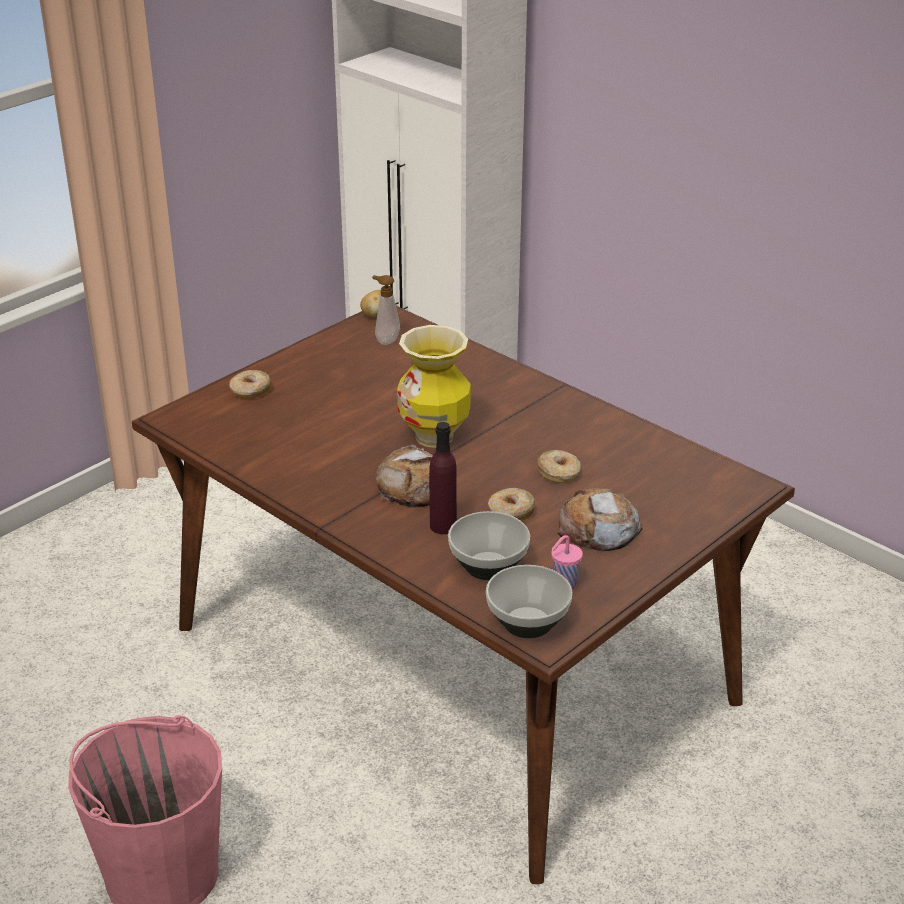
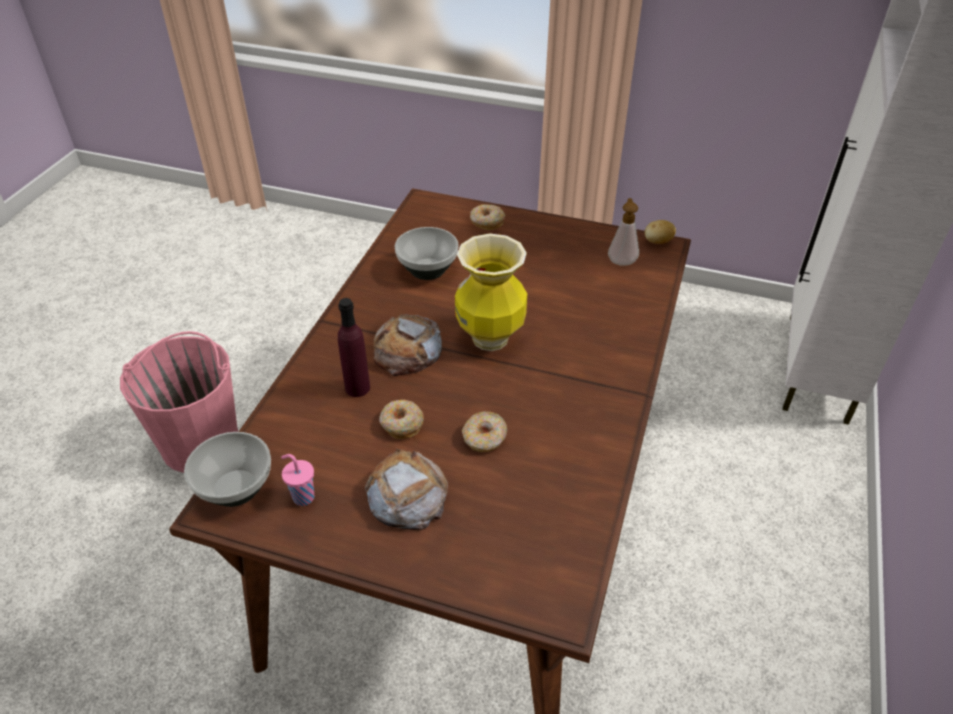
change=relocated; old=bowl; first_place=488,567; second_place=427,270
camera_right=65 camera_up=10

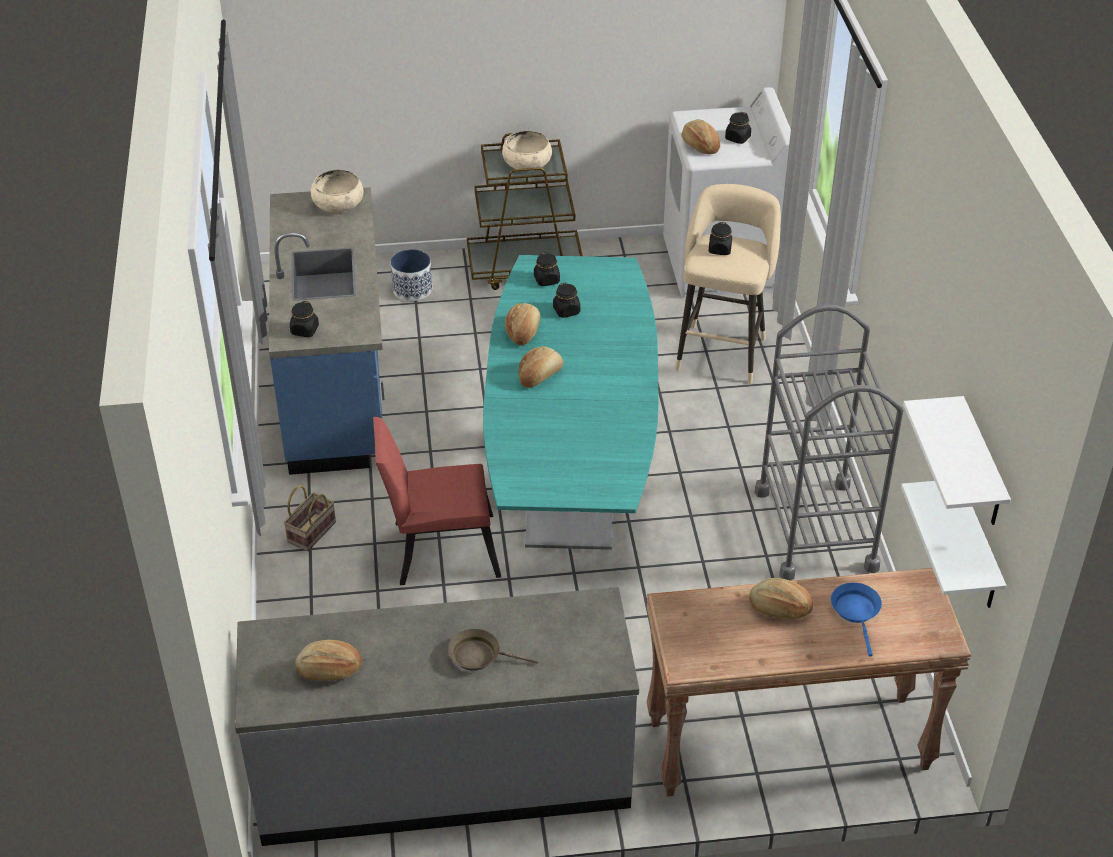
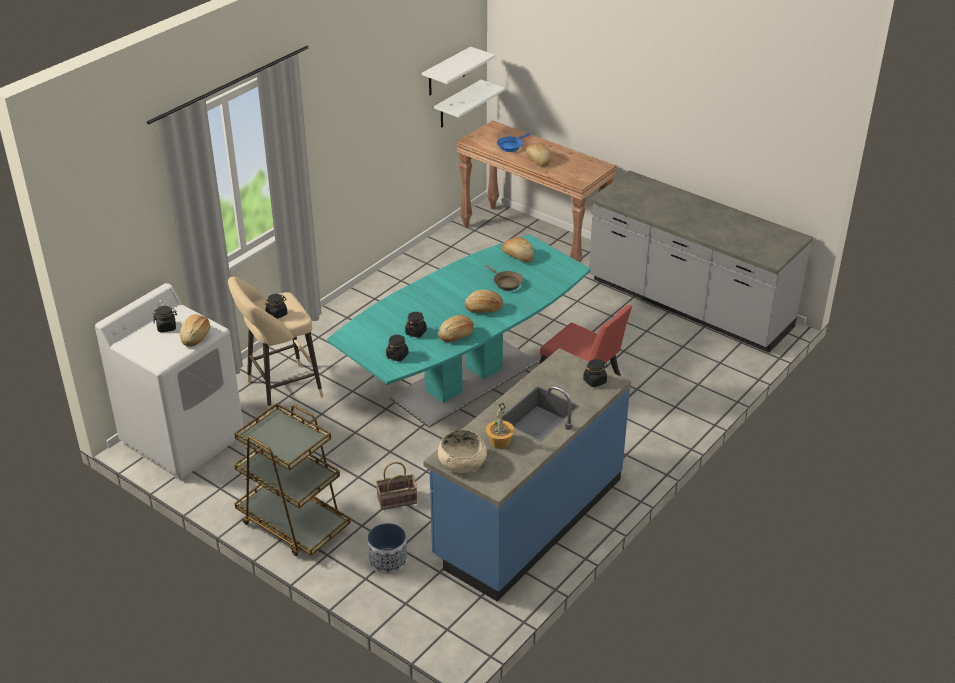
change=relocated; old=basket; first_place=311,531; second_place=396,501
change=relocated; old=bread; first_place=329,670; second_place=518,256
change=relocated; old=frying pan in brown; first_place=479,656; second_place=506,283
change=missing; old=bowl in beige; first_place=527,162
change=missing; old=cart in grey; first_place=815,529
change=appeared; new=potted plant; second_place=499,441
camera_right=-135 camera_up=-5

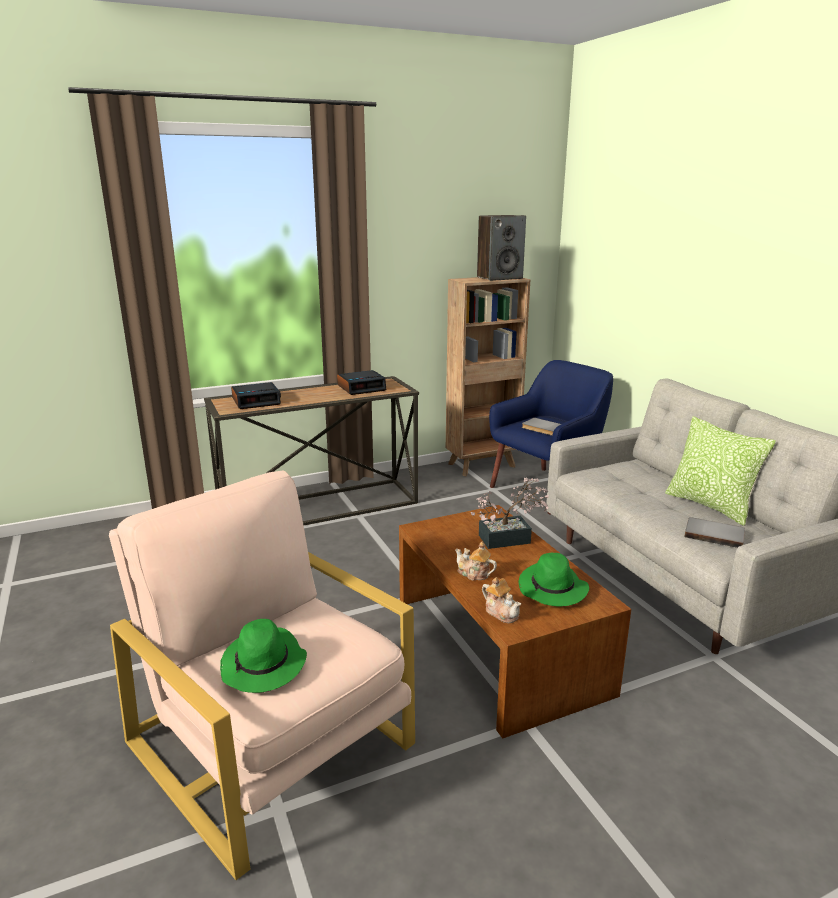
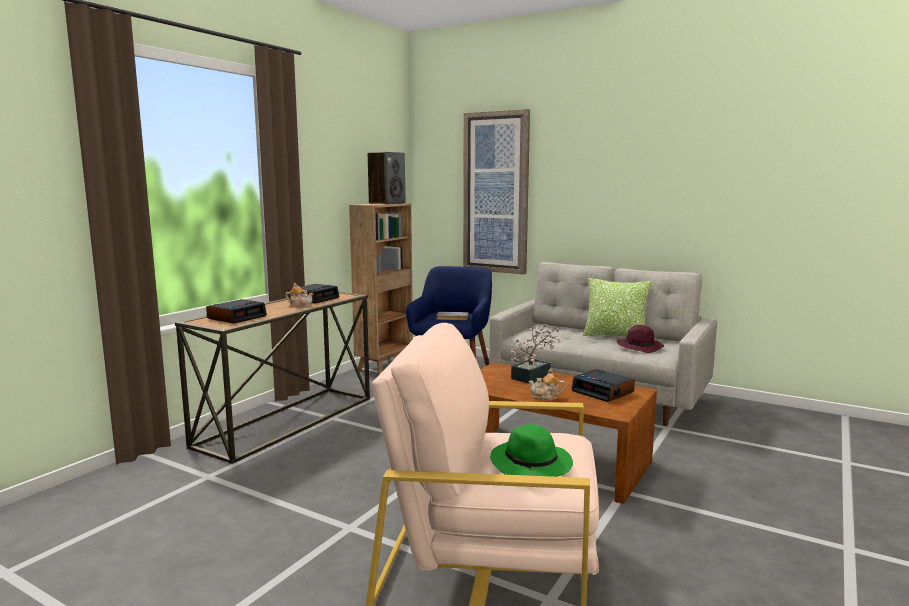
change=relocated; old=teapot; first_place=501,612; second_place=300,305
change=exchanged; old=hat in green; new=alarm clock; first_place=553,589; second_place=603,392
change=exchanged; old=book in grey; new=hat in purple; first_place=714,534; second_place=640,347
change=appeared; new=picture; second_place=496,193
camera_right=-35 camera_up=-10

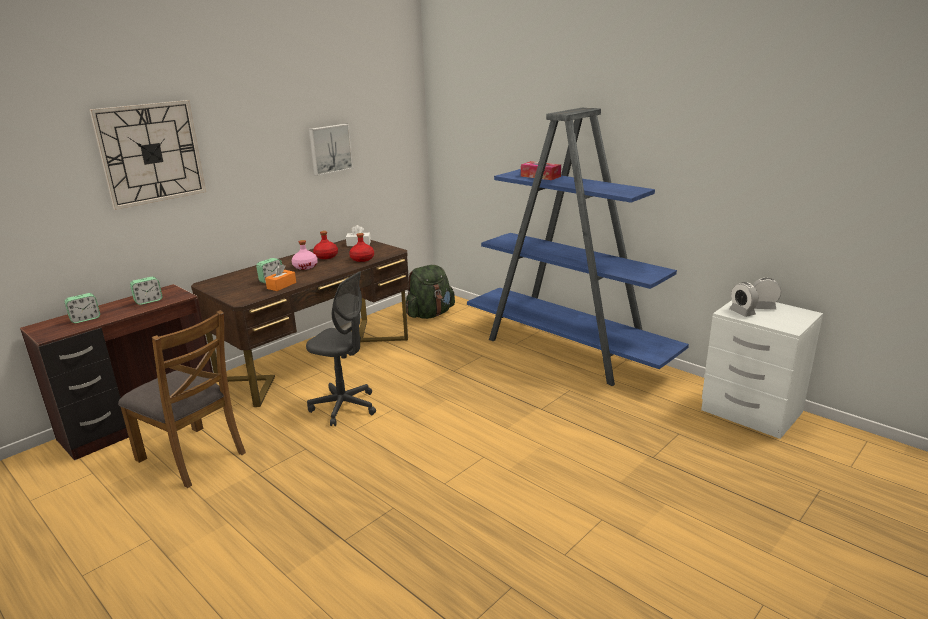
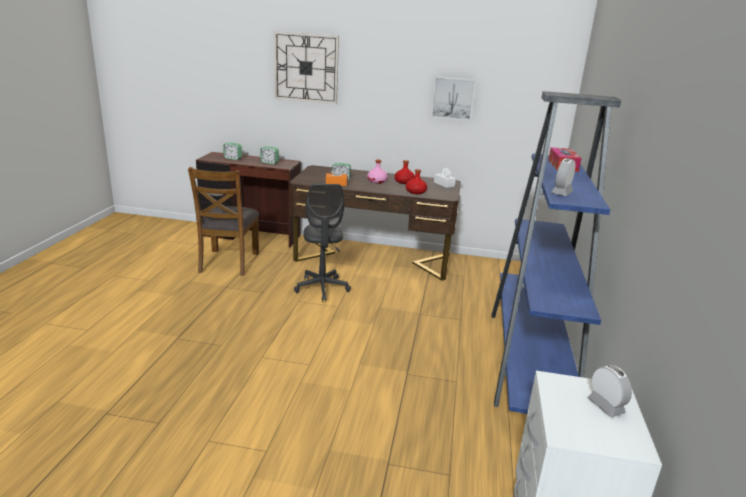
change=missing; old=backpack in green; first_place=430,314
change=relocated; old=alarm clock; first_place=742,312; second_place=561,192
camera_right=55 camera_up=0

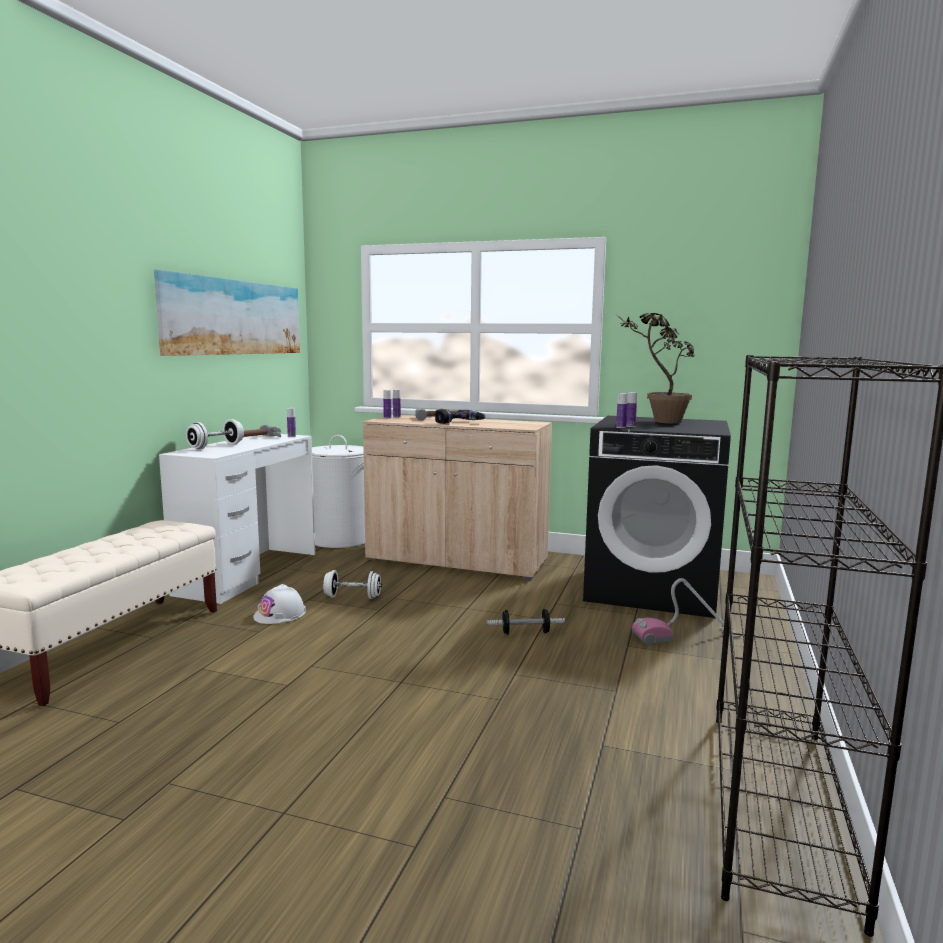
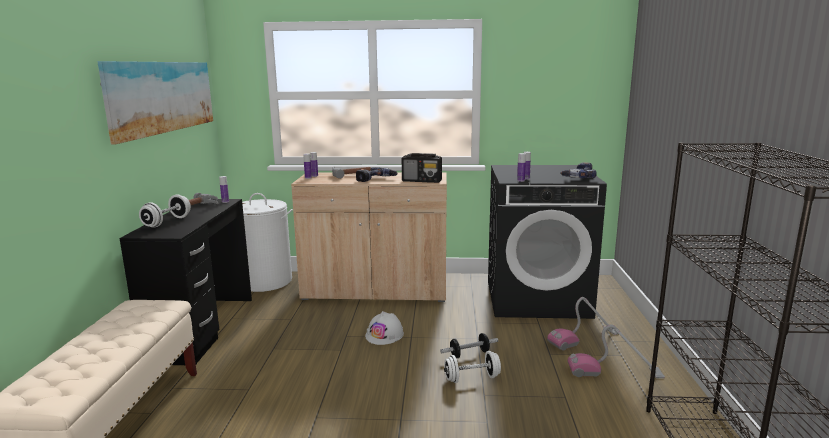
change=colour; old=desk in white; new=desk in black; first_place=248,573; second_place=202,328
change=relocated; old=hard hat in white; first_place=280,614; second_place=384,335
change=relocated; old=dumbbell in white; first_place=352,597; second_place=472,378
change=missing; old=potted plant; first_place=658,421
change=appeared; new=radio; second_place=422,181
change=appeared; new=power drill; second_place=578,177
change=appeared; new=vacuum cleaner; second_place=614,372
camera_right=-15 camera_up=5

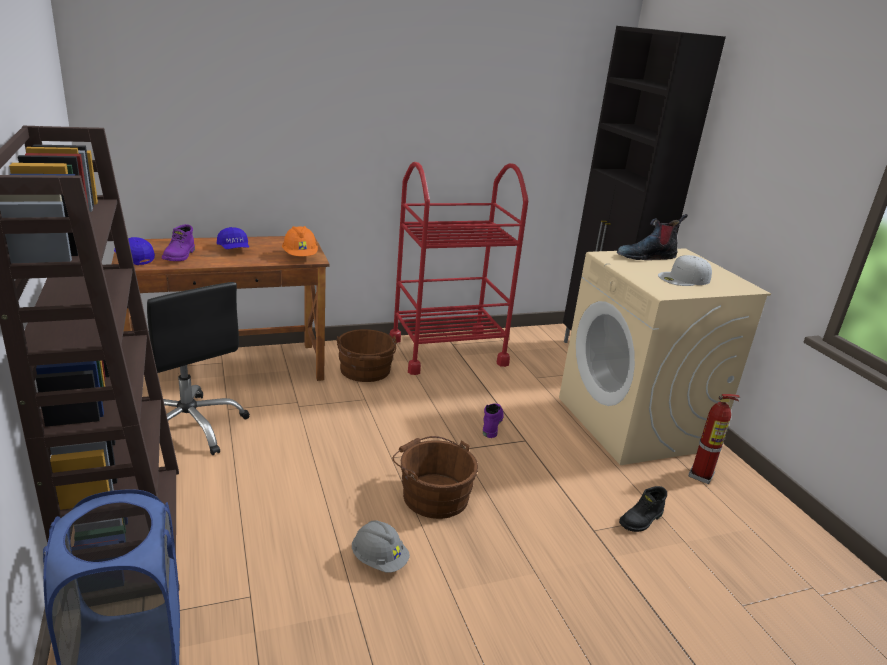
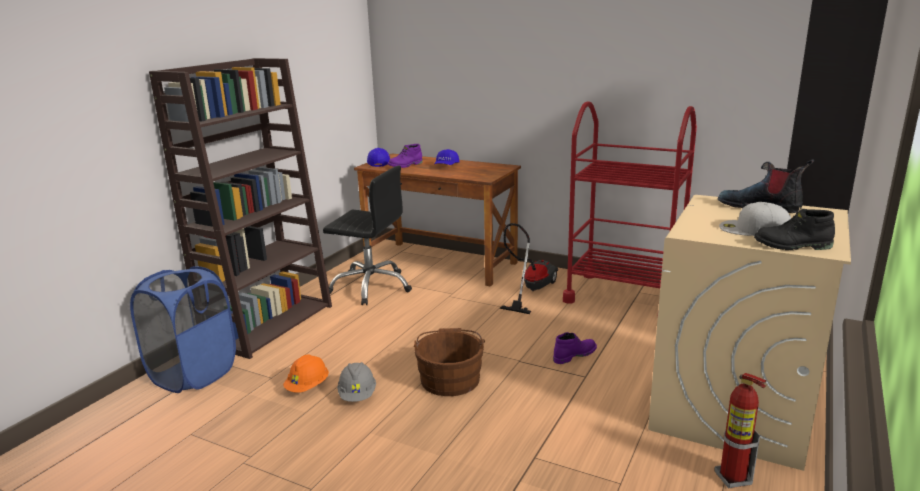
change=spun; old=office chair in black; first_place=189,427; second_place=371,286; degrees=-75
change=relocated; old=hard hat in orange; first_place=300,256; second_place=308,387
change=exchanged; old=bucket in brown; new=vacuum cleaner; first_place=365,371; second_place=530,290
change=relocated; old=boot in black; first_place=641,520; second_place=792,246
camera_right=50 camera_up=-5

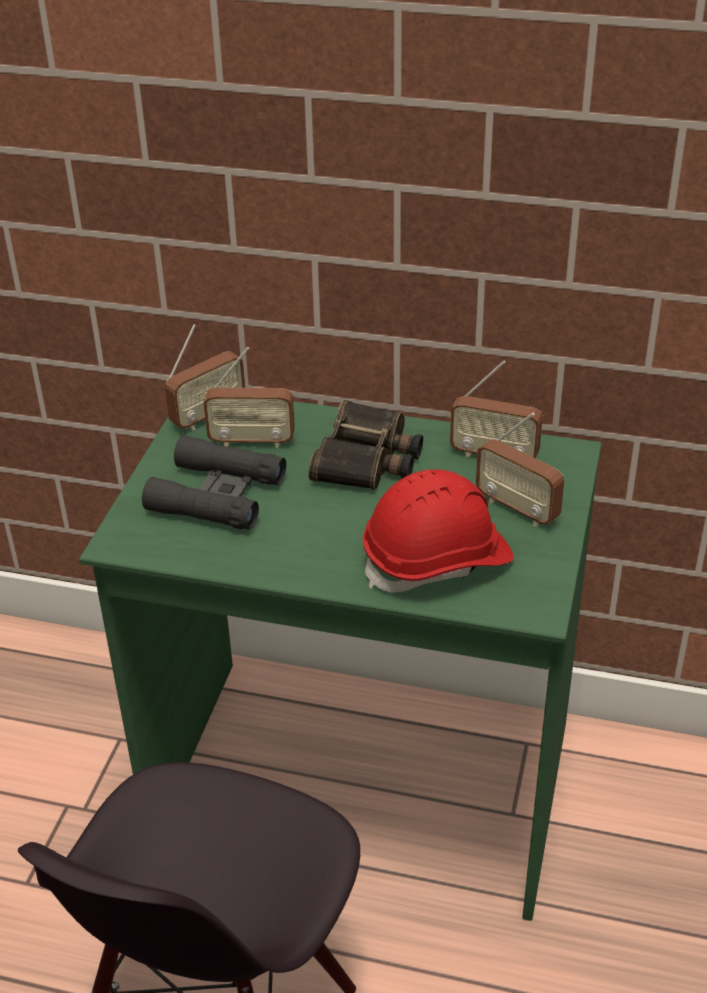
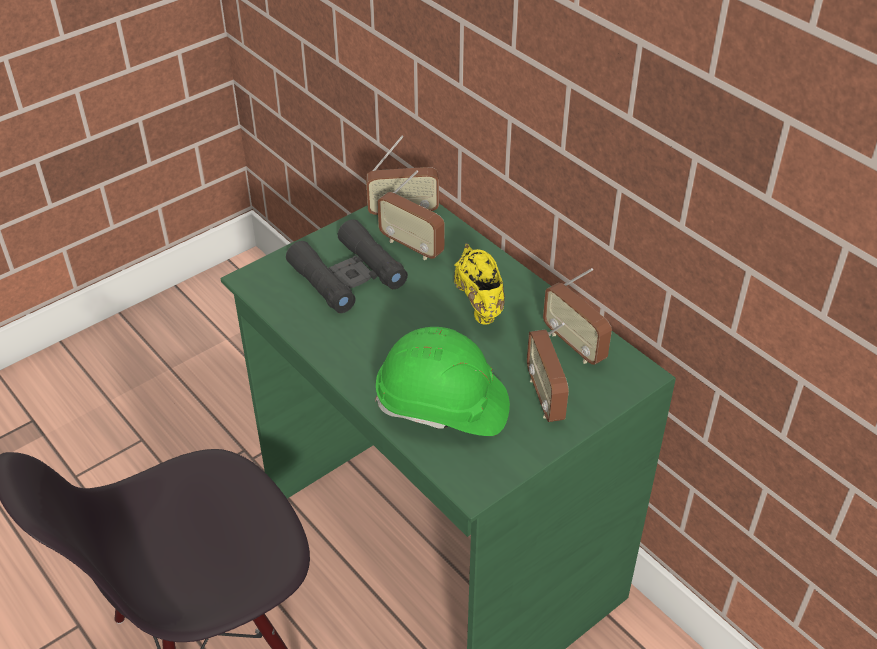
change=exchanged; old=binoculars; new=shoe in yellow; first_place=368,459; second_place=477,301
change=colour; old=hard hat in red; new=hard hat in green; first_place=437,561; second_place=442,406
camera_right=35 camera_up=5

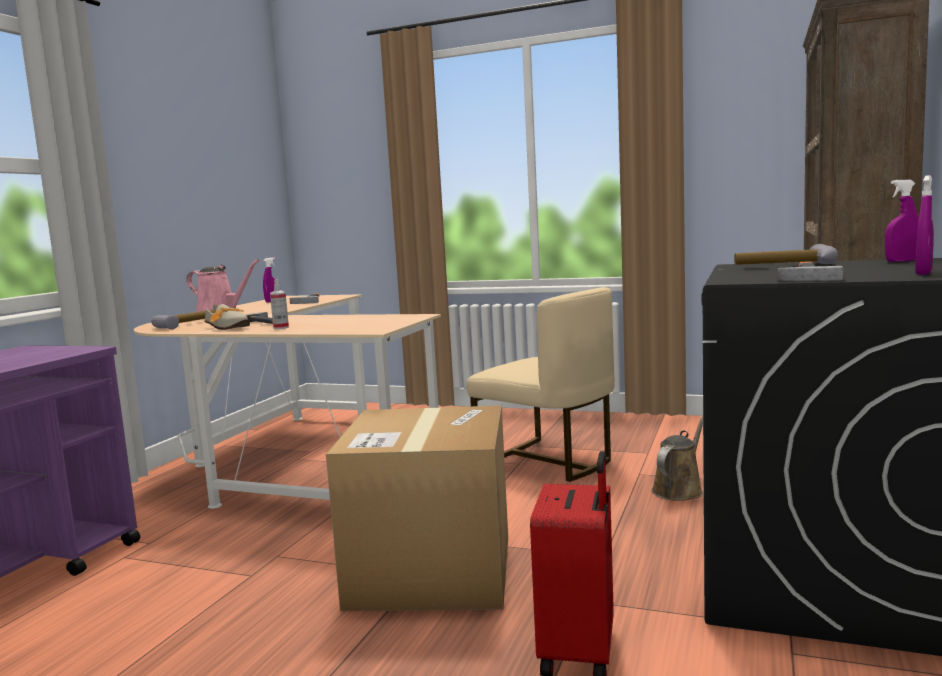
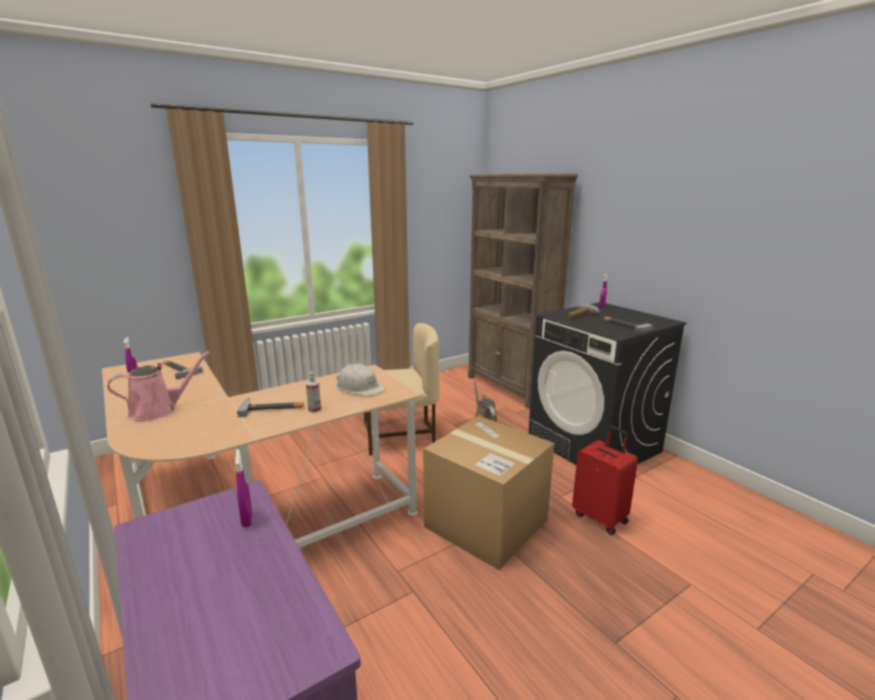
change=missing; old=hammer; first_place=184,324
change=missing; old=shoe; first_place=228,327
change=relocated; old=spray bottle in purple; first_place=923,273; second_place=247,519
change=appeared; new=hard hat in white; second_place=359,388
camera_right=-55 camera_up=10

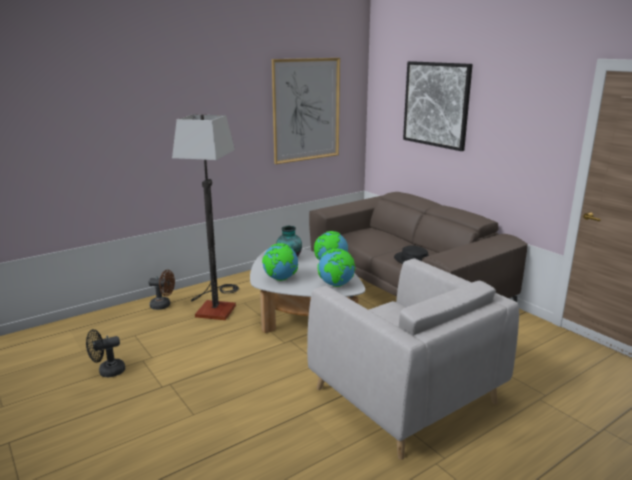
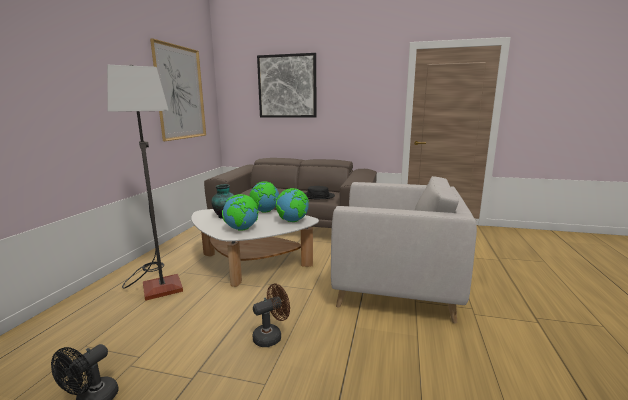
change=relocated; old=fan in brown; first_place=163,305; second_place=271,336
camera_right=-40 camera_up=-5

